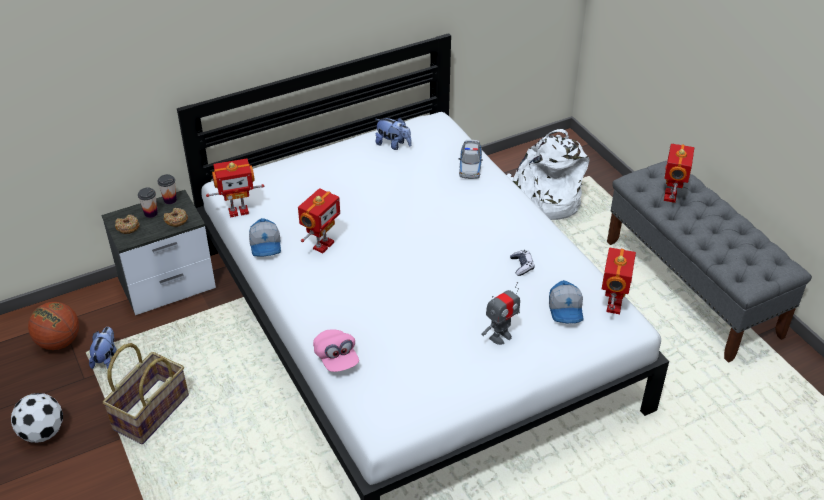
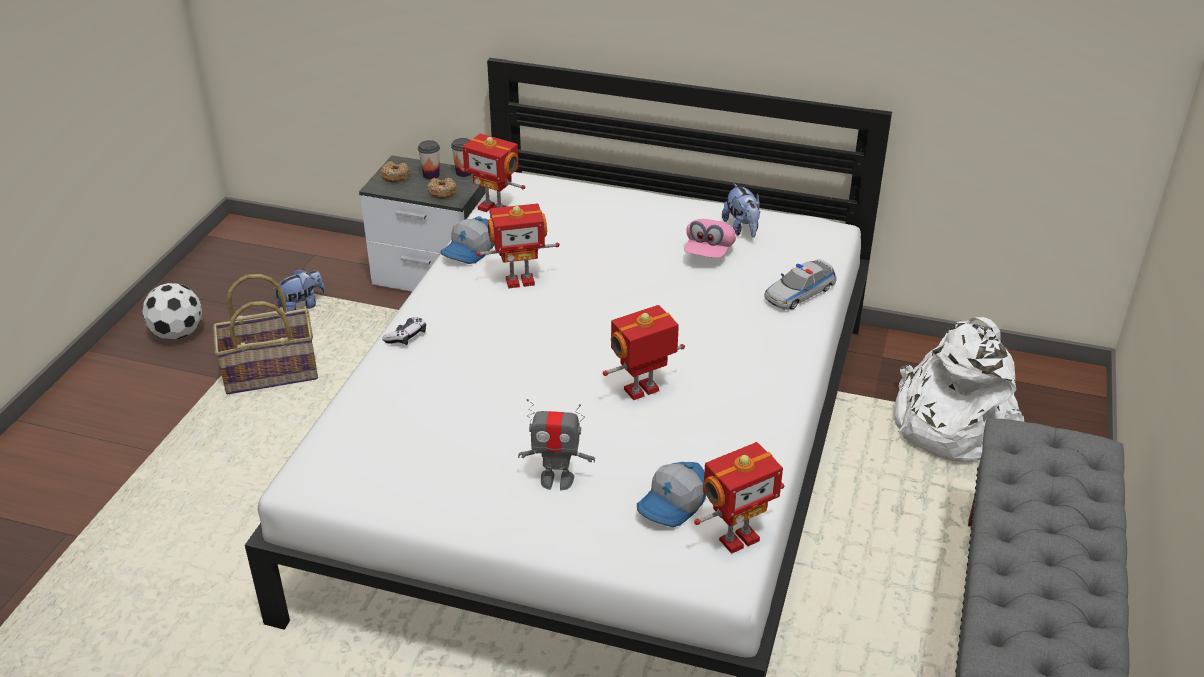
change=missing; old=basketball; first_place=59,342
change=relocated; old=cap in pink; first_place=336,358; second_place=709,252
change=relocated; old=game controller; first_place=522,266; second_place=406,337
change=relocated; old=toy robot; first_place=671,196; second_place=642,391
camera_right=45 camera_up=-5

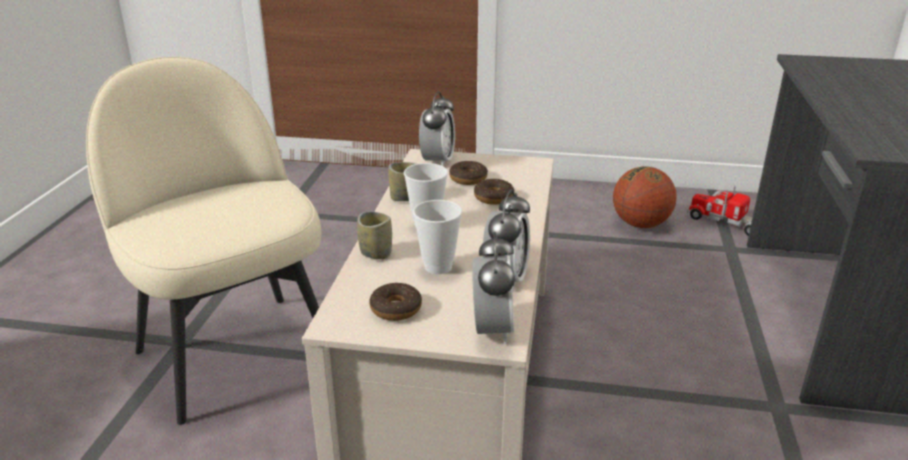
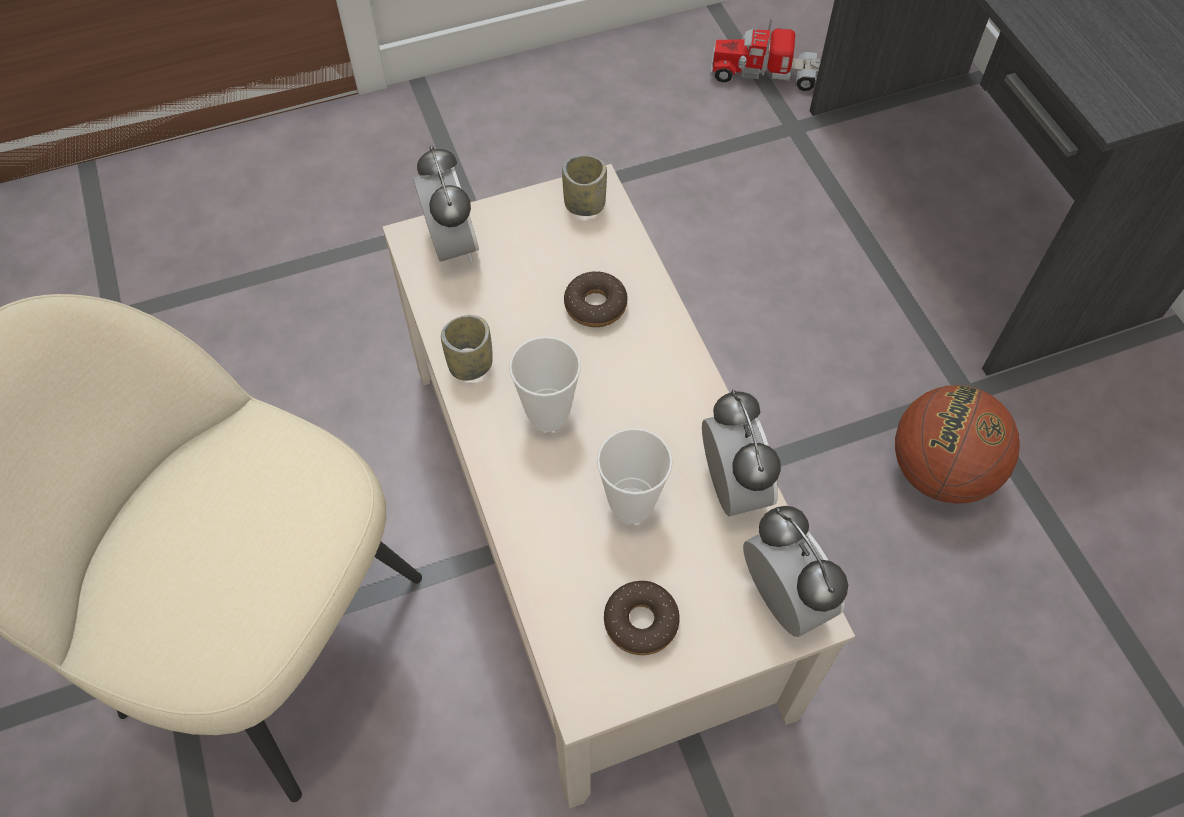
change=relocated; old=cup; first_place=376,253; second_place=584,204
change=missing; old=donut; first_place=468,178
change=relocated; old=basketball; first_place=640,224; second_place=940,472
camera_right=-30 camera_up=30

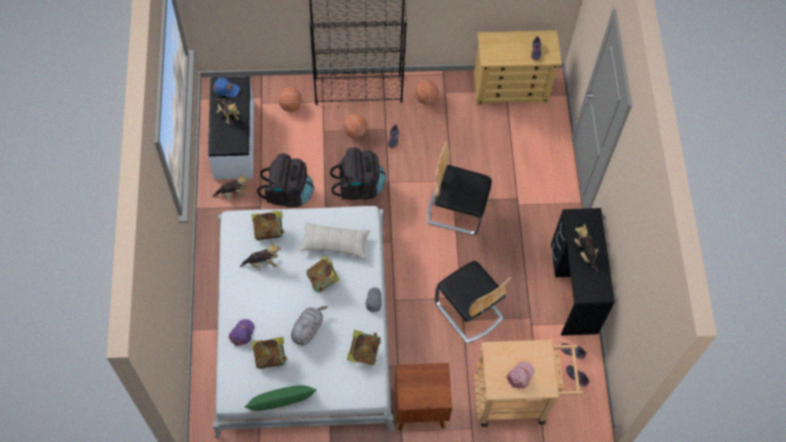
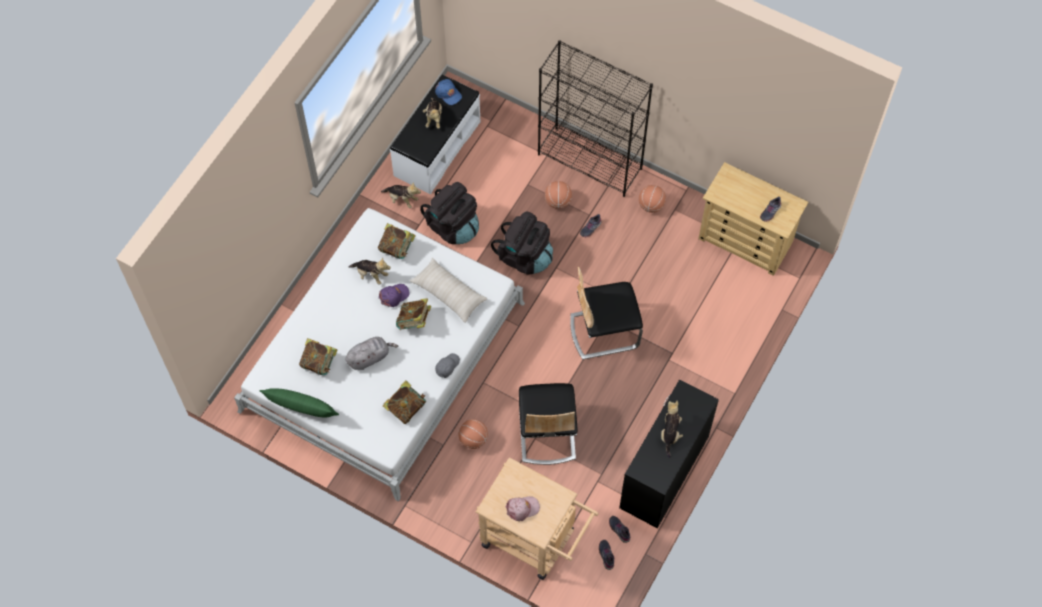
change=relocated; old=cap in purple; first_place=242,333; second_place=394,296
change=relocated; old=basketball; first_place=291,105; second_place=473,439
change=missing; old=nightstand in brown; first_place=419,408
change=spun; old=chair; first_place=456,209; second_place=603,330; degrees=-60
camera_right=35 camera_up=0

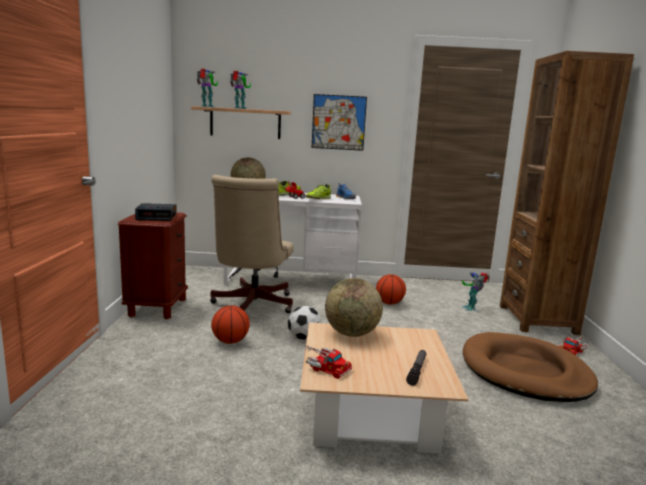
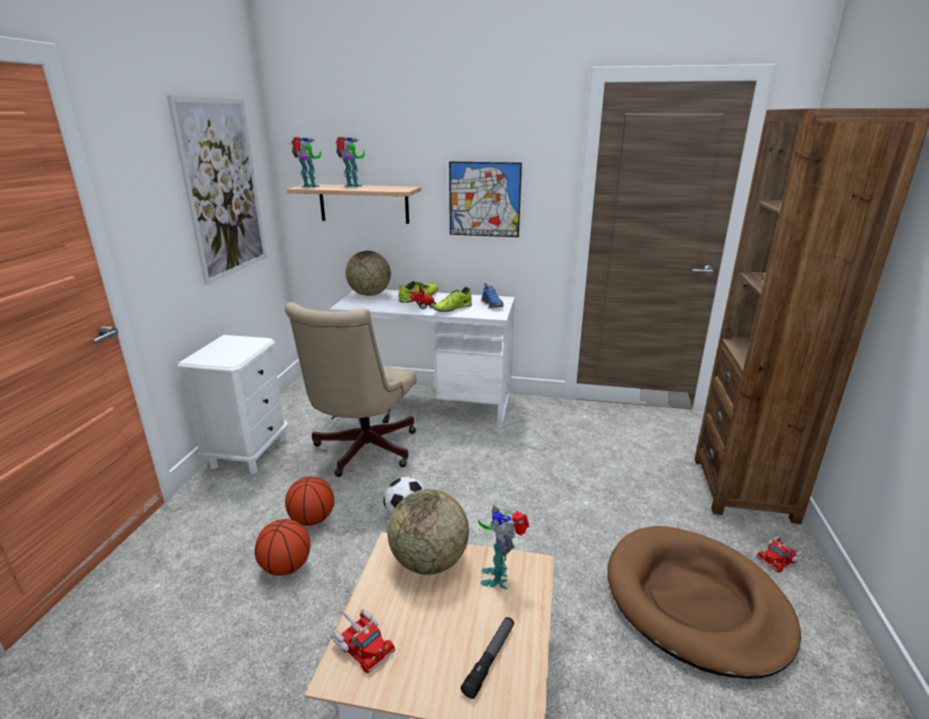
change=colour; old=nightstand in brown; new=nightstand in white; first_place=157,307; second_place=249,452
change=missing; old=alarm clock; first_place=157,217
change=relocated; old=basketball; first_place=389,303; second_place=286,567
change=relocated; old=toy robot; first_place=471,308; second_place=499,576
change=appeared; new=picture; second_place=223,188
camera_right=10 camera_up=10

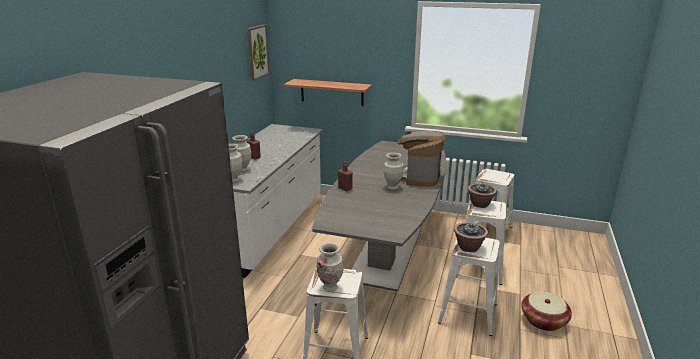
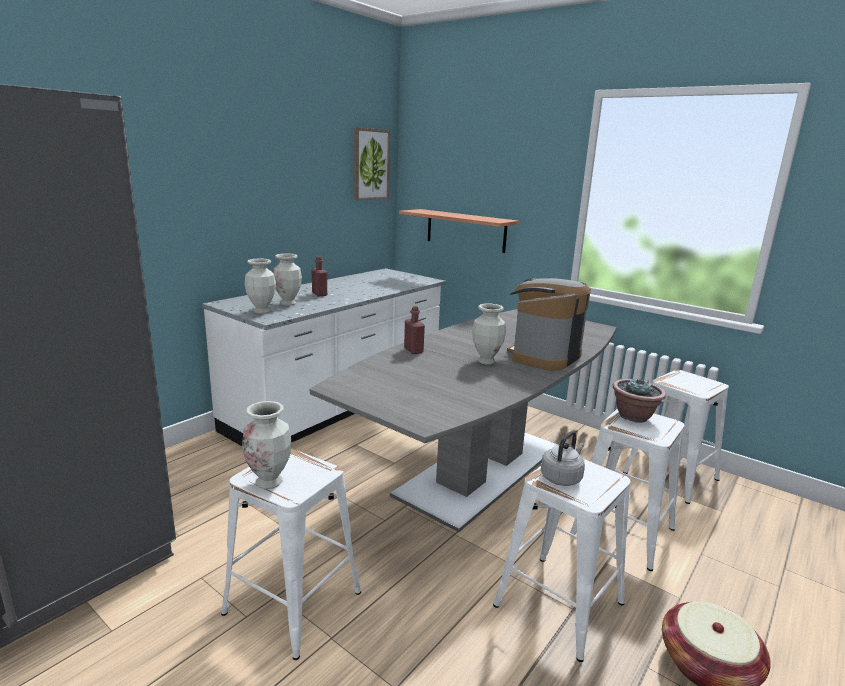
change=exchanged; old=potted plant; new=kettle in grey; first_place=468,247; second_place=562,477
camera_right=20 camera_up=-5

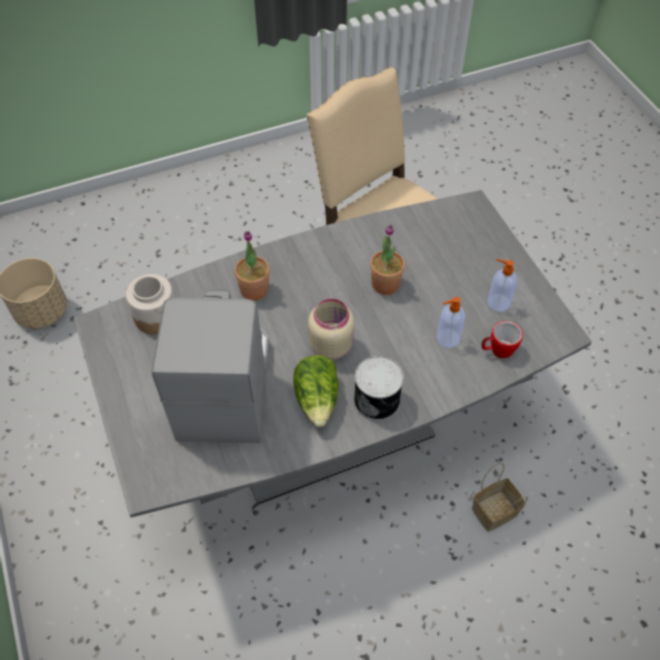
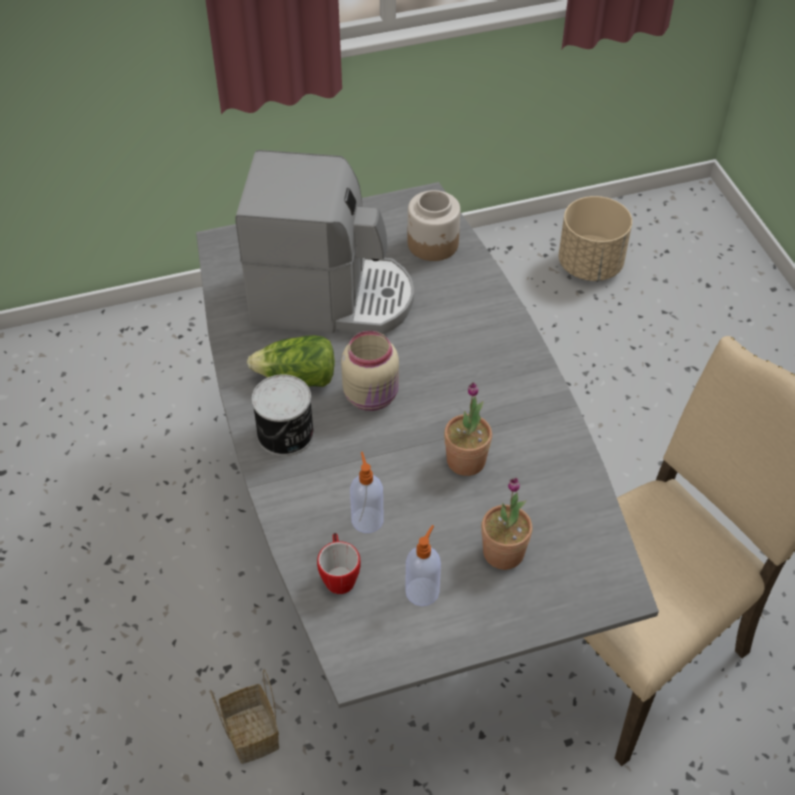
change=relocated; old=potted plant; first_place=254,290; second_place=503,552
camera_right=95 camera_up=-5

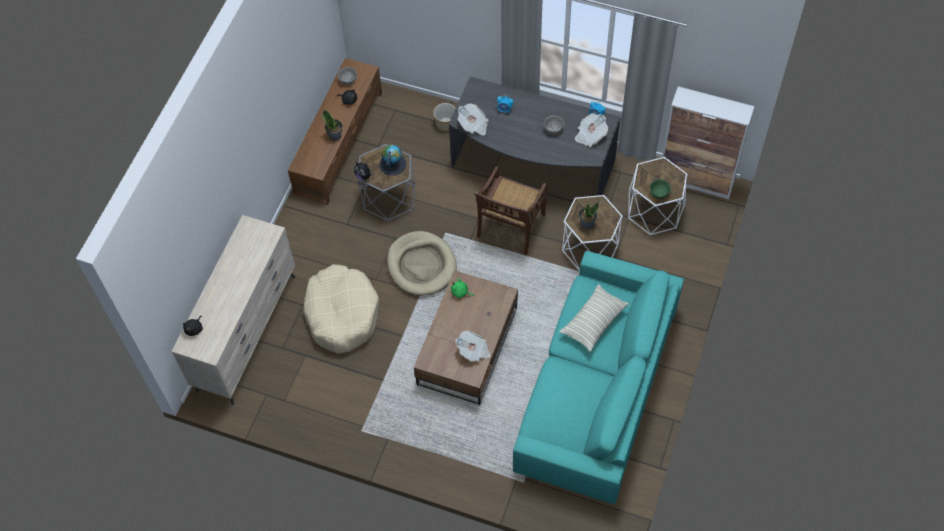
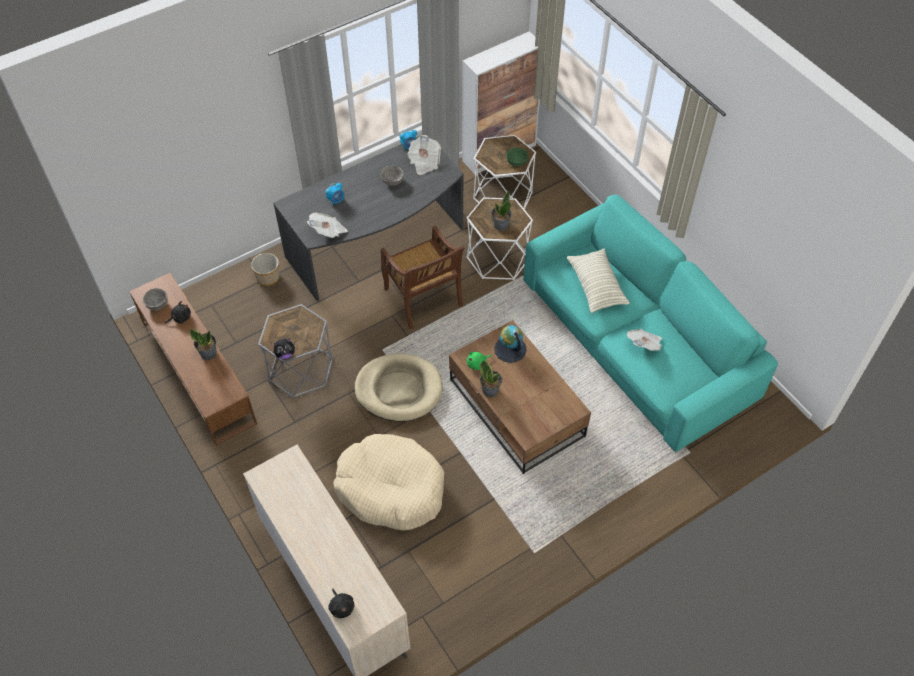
change=relocated; old=globe; first_place=392,164; second_place=510,349
change=relocated; old=newspaper; first_place=473,351; second_place=644,345
change=appeared; new=potted plant; second_place=490,390
camera_right=-55 camera_up=-5

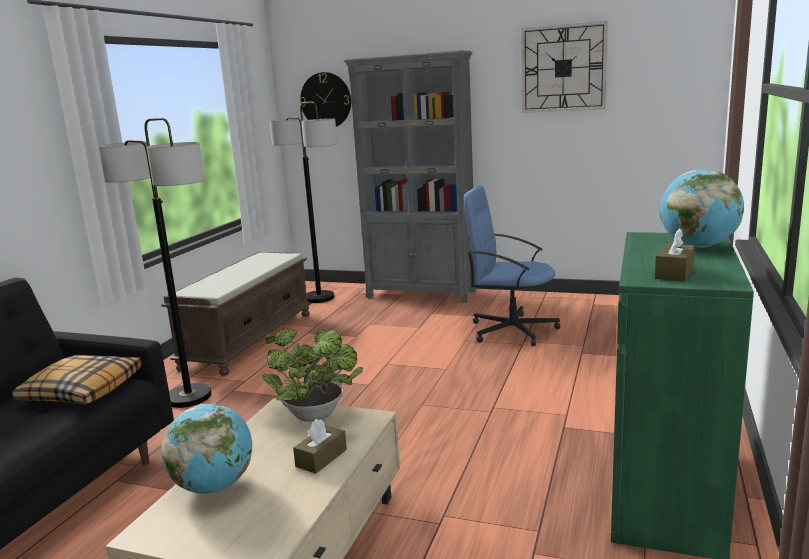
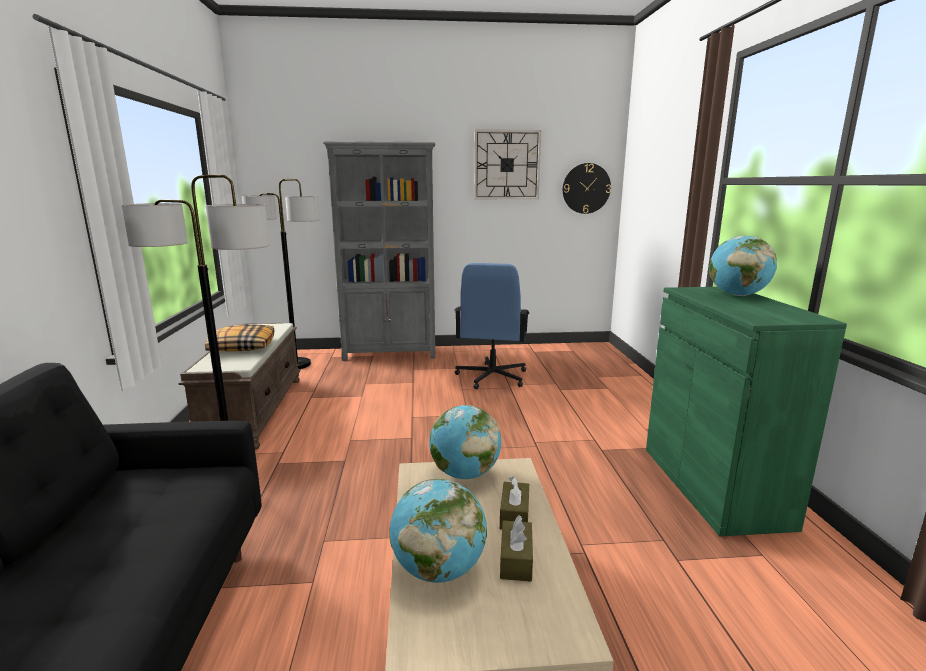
change=relocated; old=pillow; first_place=82,391; second_place=242,347
change=exchanged; old=potted plant; new=globe; first_place=318,416; second_place=464,474
change=relocated; old=wall clock; first_place=326,100; second_place=586,188
change=spun; old=office chair in blue; first_place=511,330; second_place=491,377; degrees=-75
change=relocated; old=tissue box in brown; first_place=674,273; second_place=516,560
camera_right=-25 camera_up=0

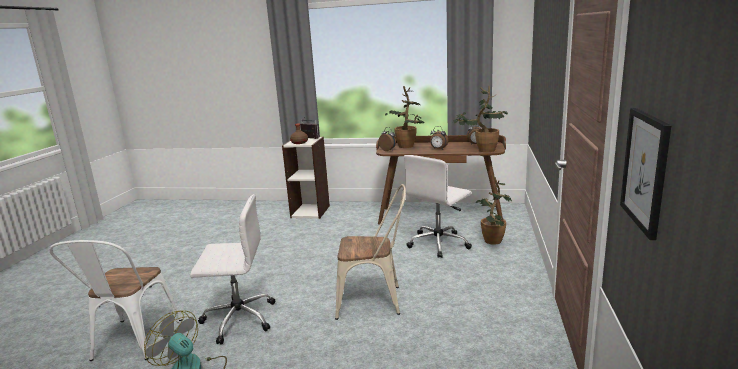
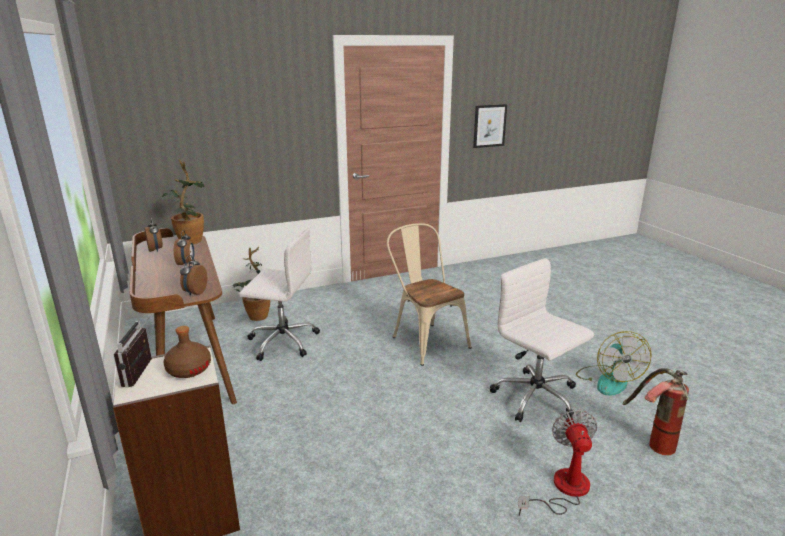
change=exchanged; old=chair in white; new=fire extinguisher; first_place=132,343; second_place=651,442
change=missing; old=potted plant; first_place=407,147
change=appeared; new=fan; second_place=562,489
camera_right=-125 camera_up=5

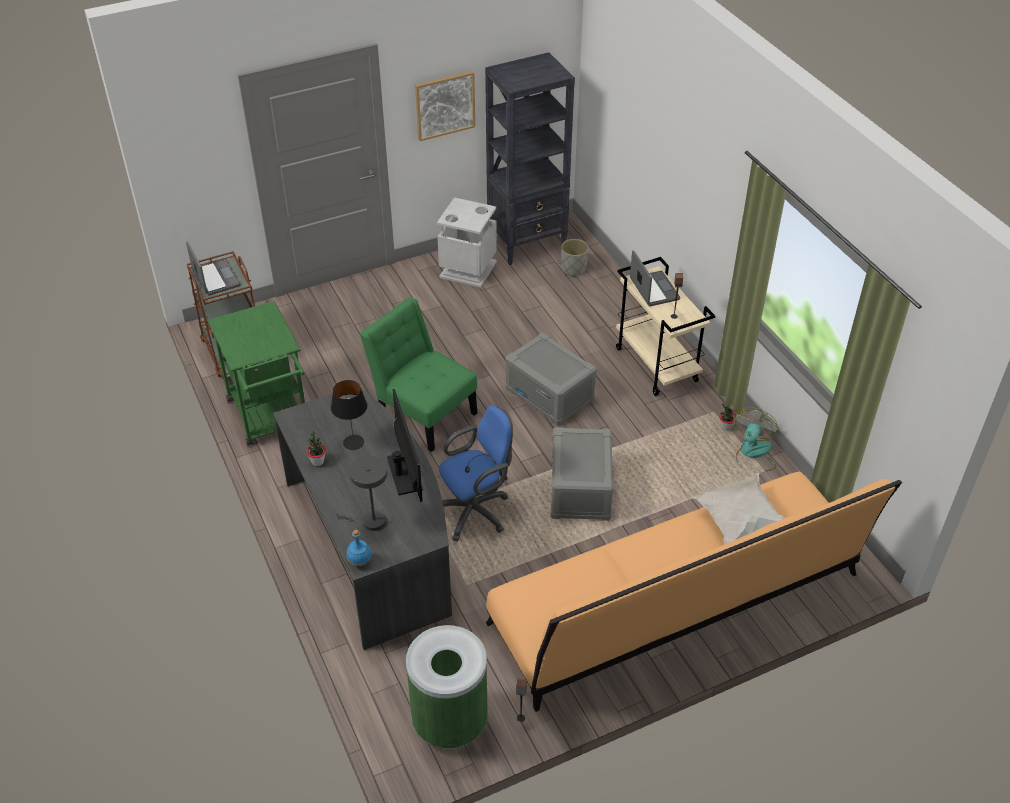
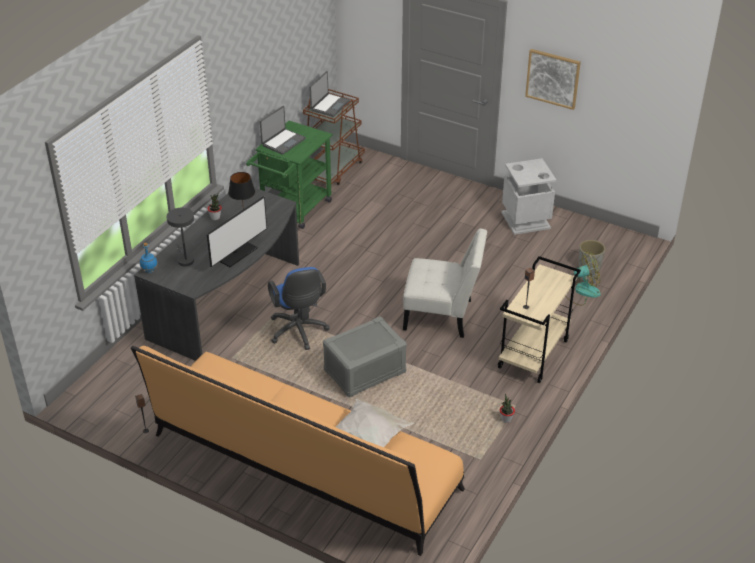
change=missing; old=chair in green; first_place=423,413
change=missing; old=trash can in green; first_place=450,721
change=spun; old=office chair in blue; first_place=476,511; second_place=299,332; degrees=45
change=missing; old=bookcase in black; first_place=527,243
change=exchanged; old=storage box in grey; new=chair in white; first_place=550,394; second_place=442,316
change=relocated; old=laptop; first_place=653,289; second_place=283,142
change=relocated; old=fan; first_place=753,454; second_place=581,291
camera_right=55 camera_up=-5

